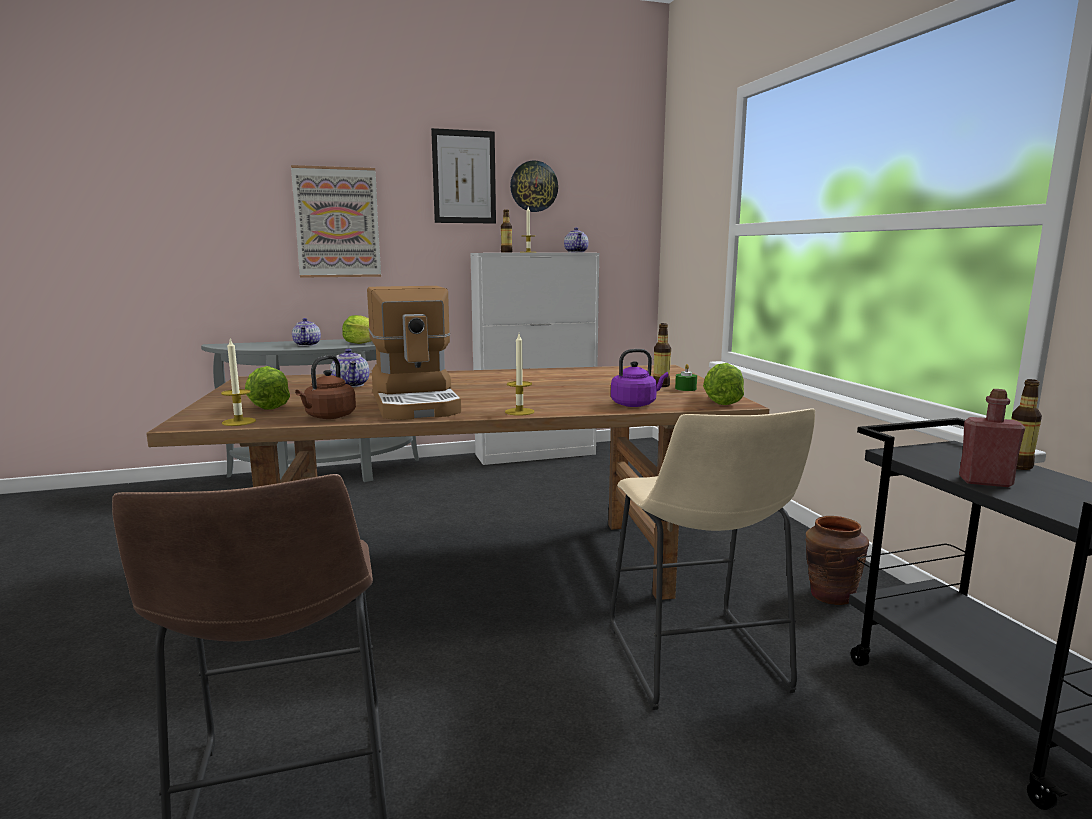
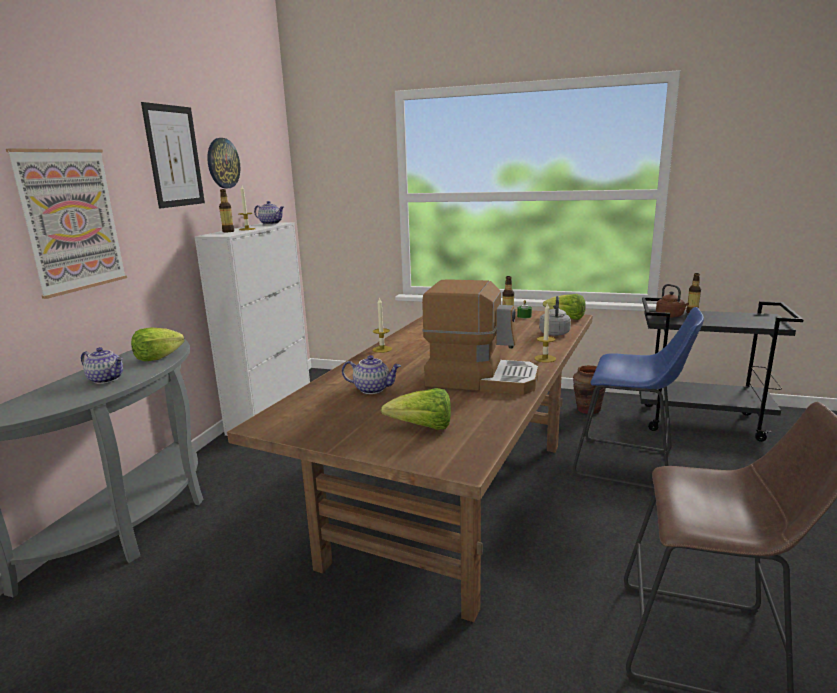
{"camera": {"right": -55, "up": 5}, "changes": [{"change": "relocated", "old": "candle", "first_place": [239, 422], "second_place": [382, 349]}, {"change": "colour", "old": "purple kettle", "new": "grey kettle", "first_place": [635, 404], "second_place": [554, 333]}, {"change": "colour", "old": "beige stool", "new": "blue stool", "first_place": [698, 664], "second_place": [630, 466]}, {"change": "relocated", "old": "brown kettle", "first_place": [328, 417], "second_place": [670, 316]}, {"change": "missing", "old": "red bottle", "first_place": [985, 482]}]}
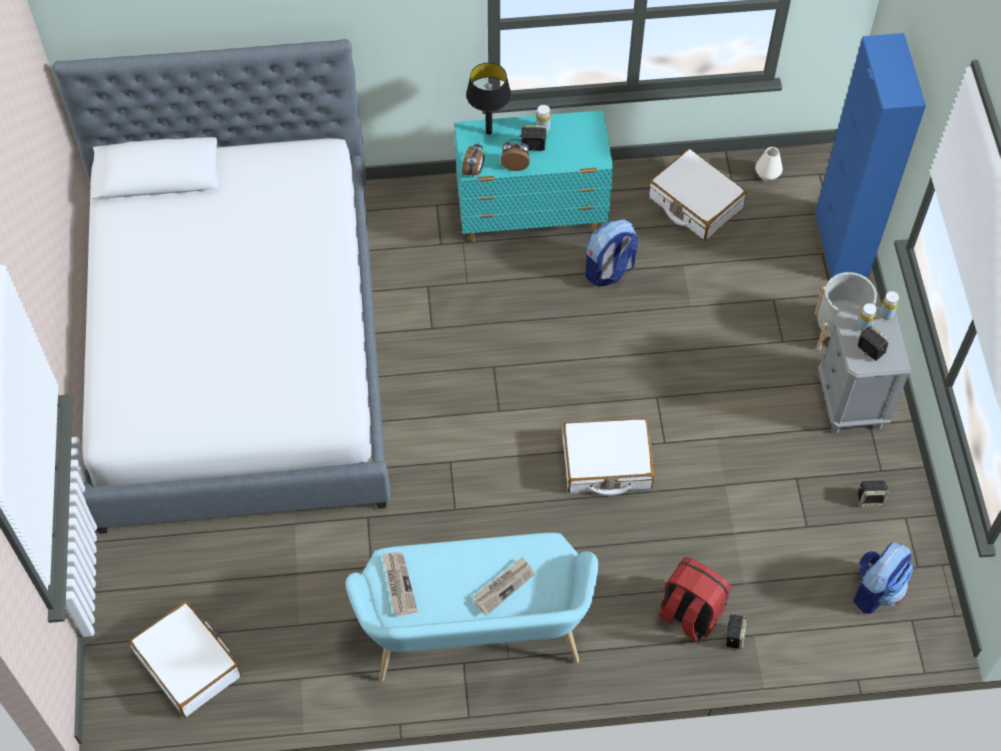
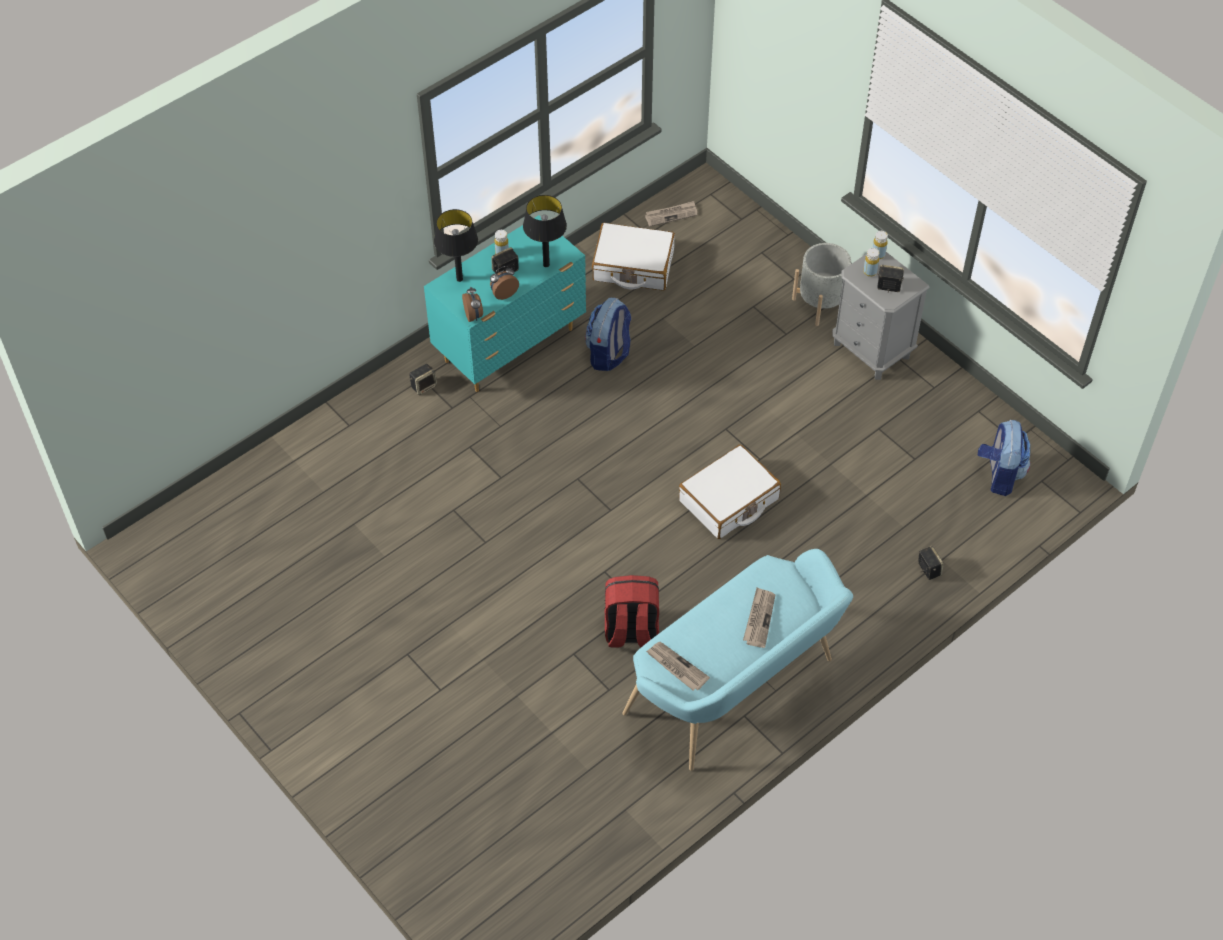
{"camera": {"right": -35, "up": -5}, "changes": [{"change": "relocated", "old": "speaker", "first_place": [870, 499], "second_place": [424, 386]}, {"change": "appeared", "new": "black table lamp", "second_place": [546, 264]}, {"change": "relocated", "old": "red backpack", "first_place": [689, 614], "second_place": [631, 632]}, {"change": "exchanged", "old": "white vase", "new": "newspaper", "first_place": [767, 174], "second_place": [671, 215]}, {"change": "missing", "old": "bed", "first_place": [239, 350]}, {"change": "missing", "old": "white suitcase", "first_place": [189, 664]}, {"change": "missing", "old": "blue cabinet", "first_place": [841, 244]}]}
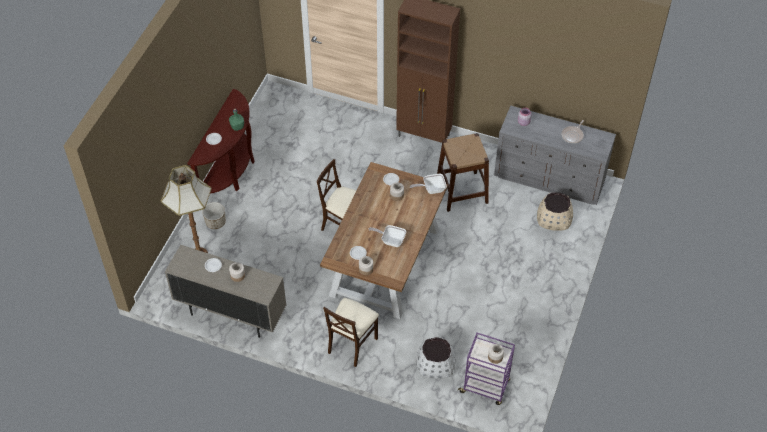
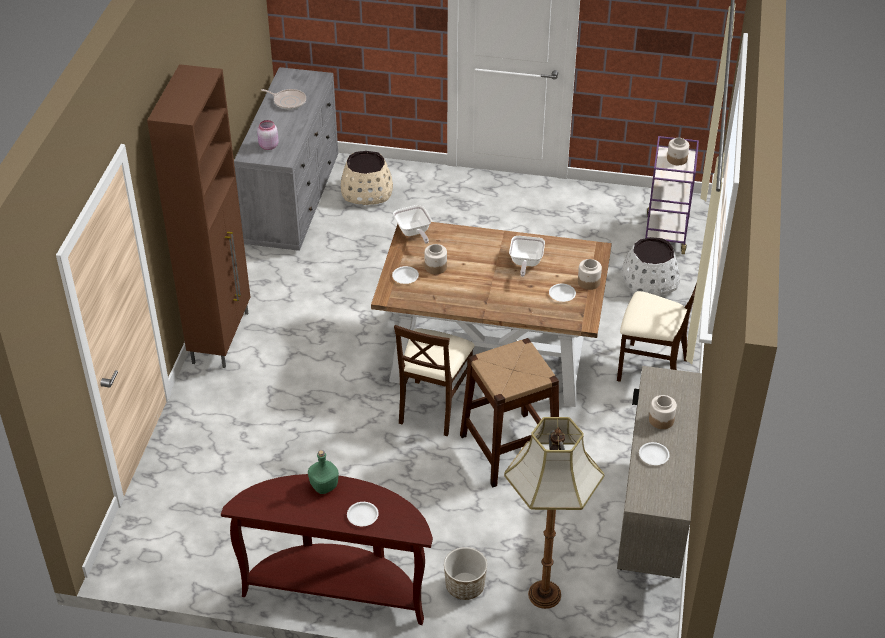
{"camera": {"right": -100, "up": -10}, "changes": [{"change": "relocated", "old": "brown stool", "first_place": [462, 191], "second_place": [509, 449]}]}
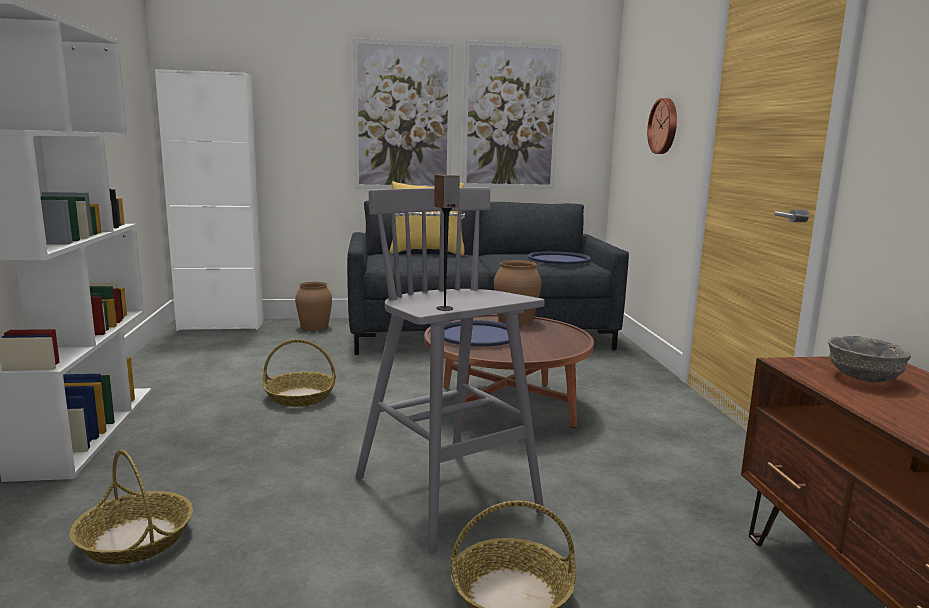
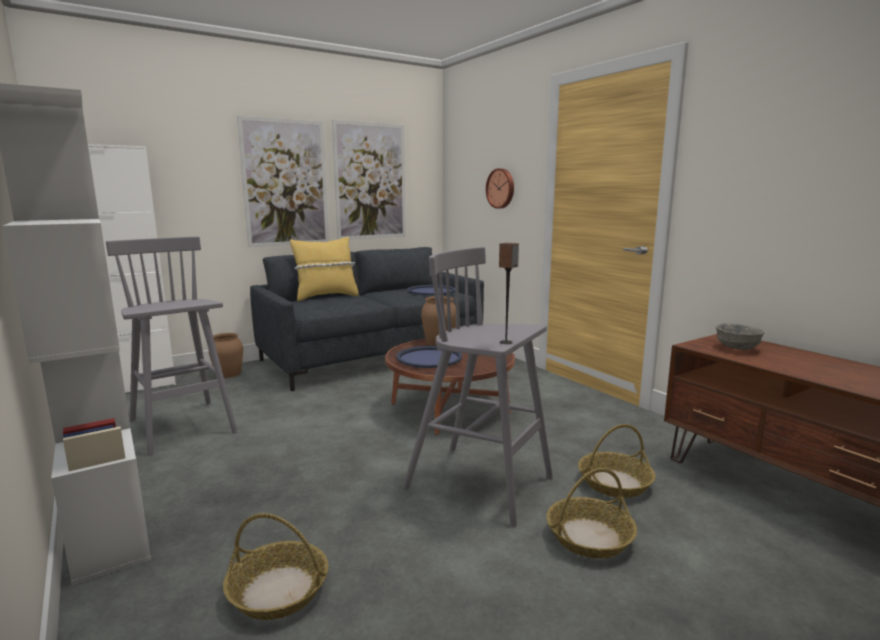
{"camera": {"right": -25, "up": 0}, "changes": [{"change": "appeared", "new": "grey stool", "second_place": [183, 427]}, {"change": "relocated", "old": "basket", "first_place": [300, 397], "second_place": [614, 482]}]}
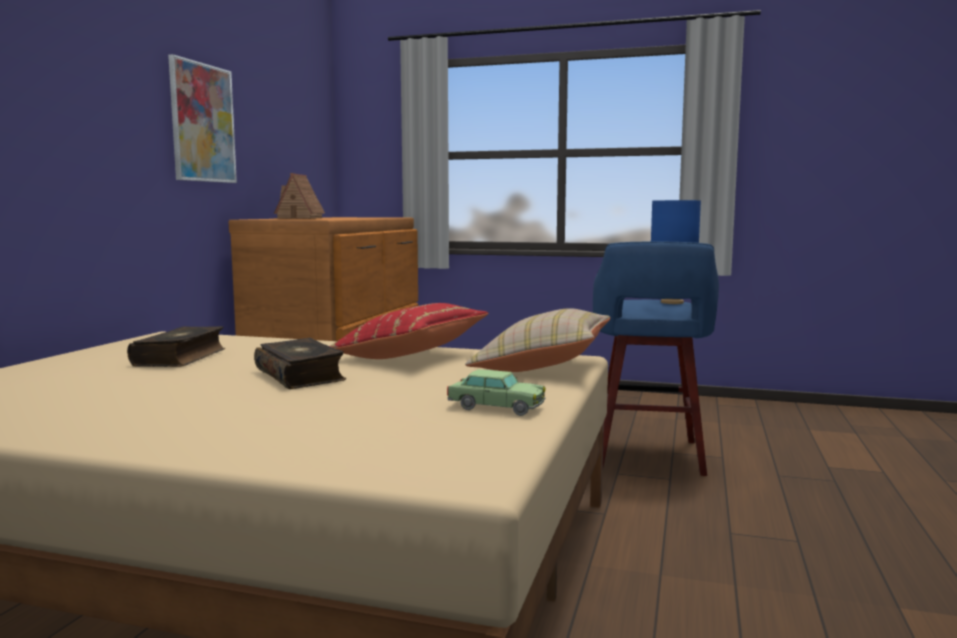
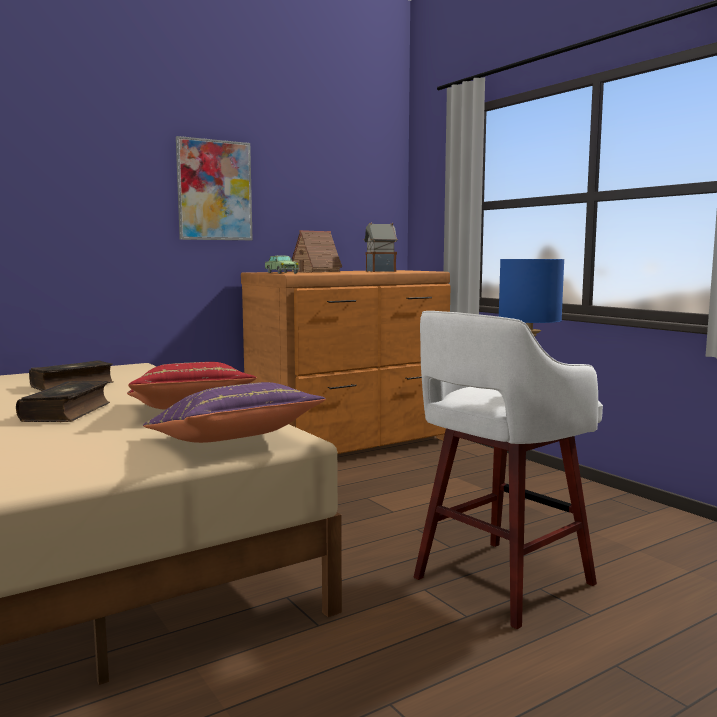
{"camera": {"right": 40, "up": 0}, "changes": [{"change": "colour", "old": "beige pillow", "new": "purple pillow", "first_place": [541, 367], "second_place": [233, 441]}, {"change": "relocated", "old": "toy car", "first_place": [496, 407], "second_place": [281, 273]}, {"change": "appeared", "new": "toy house", "second_place": [379, 271]}, {"change": "colour", "old": "blue stool", "new": "white stool", "first_place": [647, 456], "second_place": [499, 582]}]}
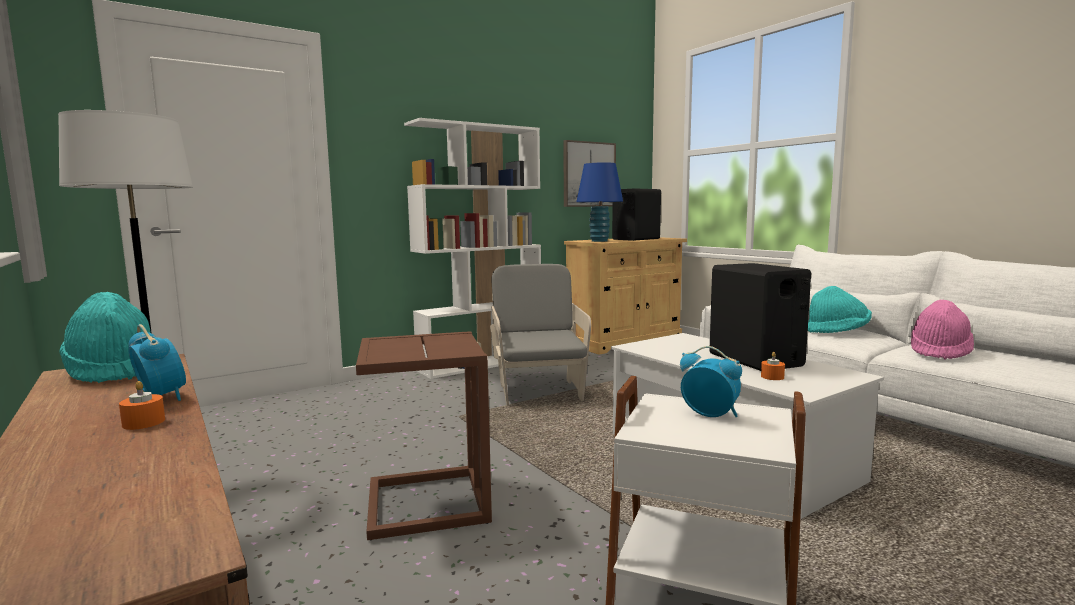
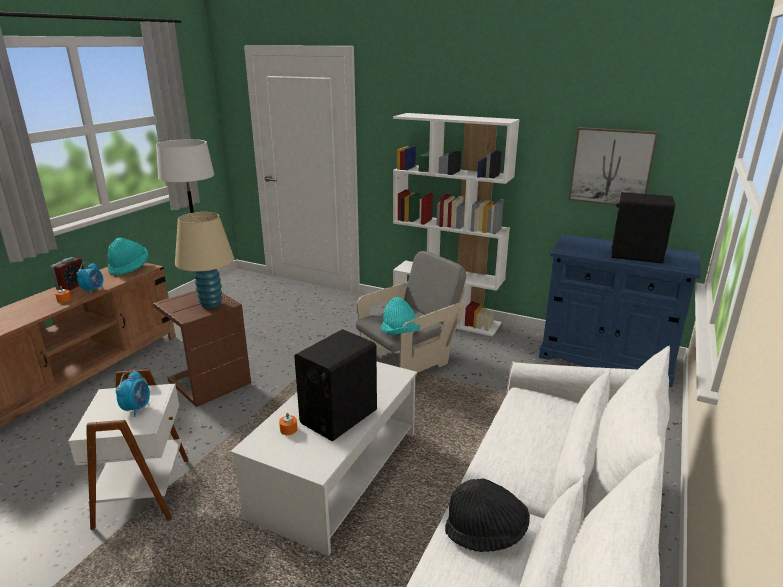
{"camera": {"right": 60, "up": 15}, "changes": [{"change": "appeared", "new": "alarm clock", "second_place": [72, 286]}, {"change": "appeared", "new": "beige table lamp", "second_place": [211, 304]}, {"change": "relocated", "old": "turquoise hat", "first_place": [837, 332], "second_place": [399, 333]}, {"change": "colour", "old": "pink hat", "new": "black hat", "first_place": [939, 352], "second_place": [486, 533]}, {"change": "colour", "old": "beige cabinet", "new": "blue cabinet", "first_place": [624, 341], "second_place": [606, 358]}, {"change": "missing", "old": "blue table lamp", "first_place": [599, 241]}]}
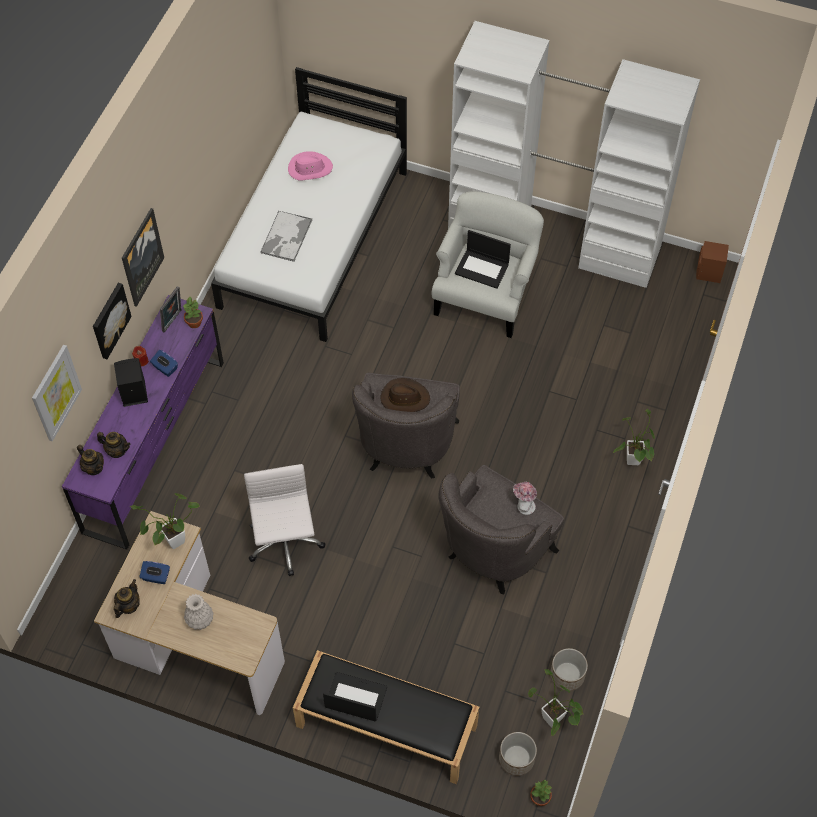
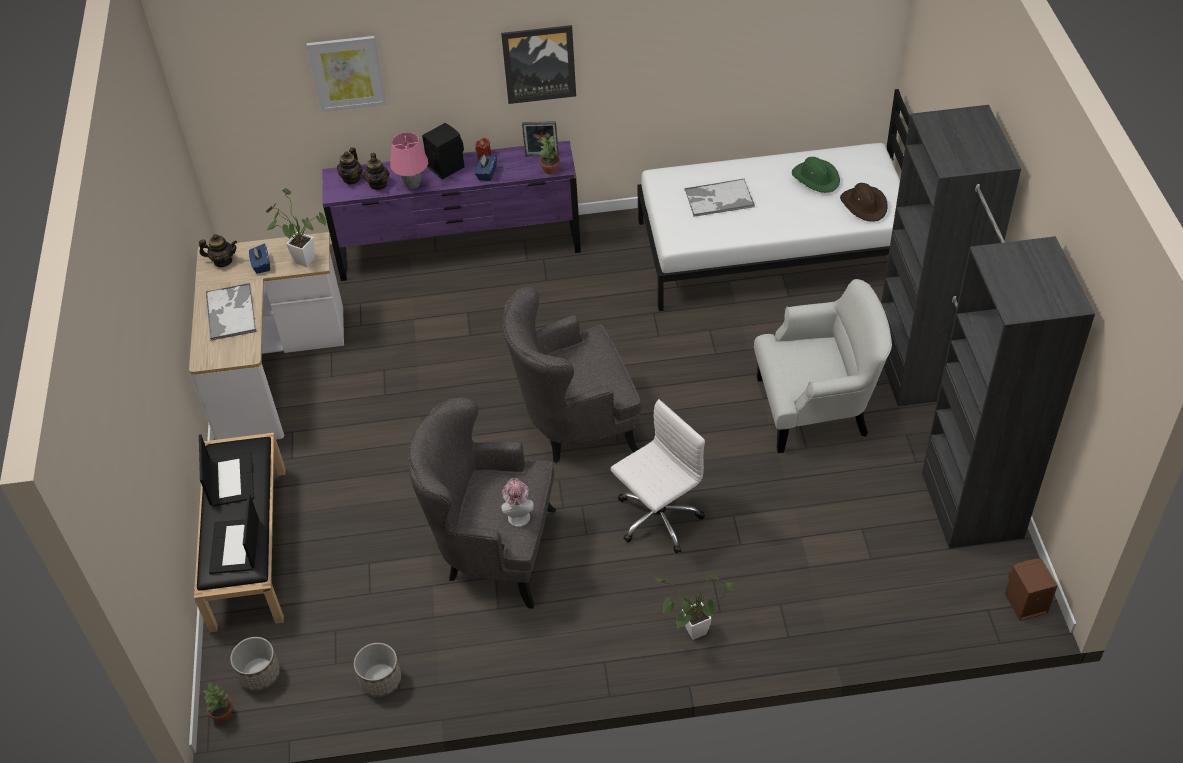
{"camera": {"right": 65, "up": -10}, "changes": [{"change": "exchanged", "old": "white vase", "new": "tray", "first_place": [199, 620], "second_place": [231, 312]}, {"change": "relocated", "old": "laptop", "first_place": [482, 269], "second_place": [235, 547]}, {"change": "appeared", "new": "pink table lamp", "second_place": [412, 185]}, {"change": "relocated", "old": "white office chair", "first_place": [285, 545], "second_place": [657, 519]}, {"change": "colour", "old": "pink hat", "new": "green hat", "first_place": [310, 168], "second_place": [816, 178]}, {"change": "relocated", "old": "brown hat", "first_place": [404, 398], "second_place": [864, 205]}, {"change": "colour", "old": "white wardrobe", "new": "black wardrobe", "first_place": [555, 238], "second_place": [945, 435]}, {"change": "missing", "old": "picture", "first_place": [109, 320]}, {"change": "missing", "old": "potted plant", "first_place": [554, 722]}]}
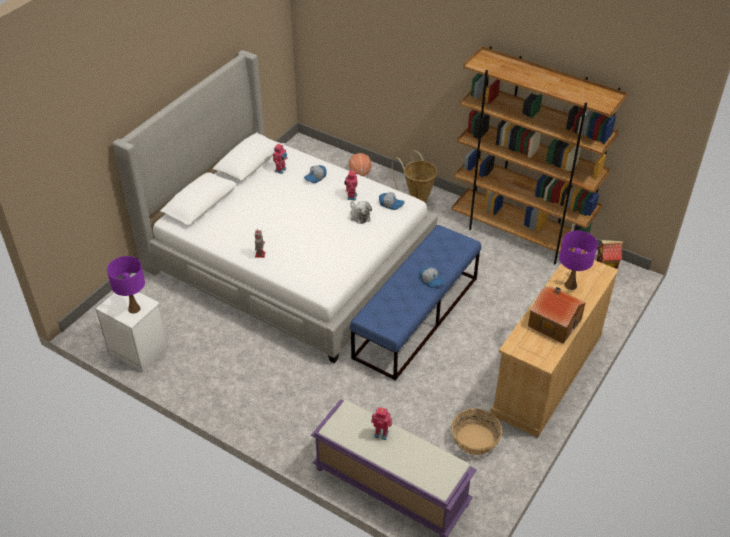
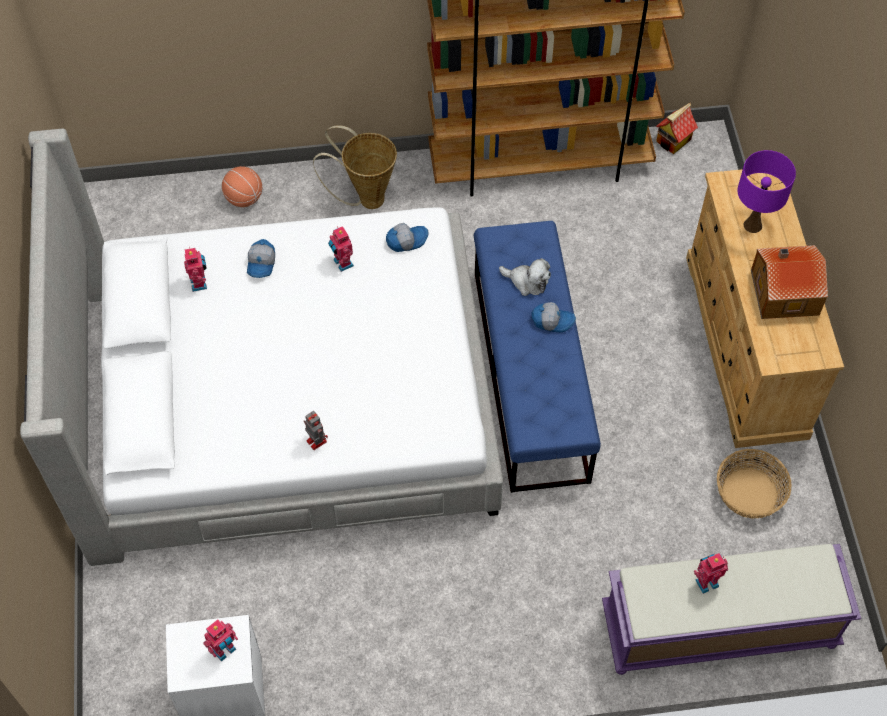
{"camera": {"right": -40, "up": 15}, "changes": [{"change": "exchanged", "old": "purple table lamp", "new": "toy robot", "first_place": [134, 308], "second_place": [224, 650]}, {"change": "relocated", "old": "plush toy", "first_place": [359, 215], "second_place": [527, 282]}]}
